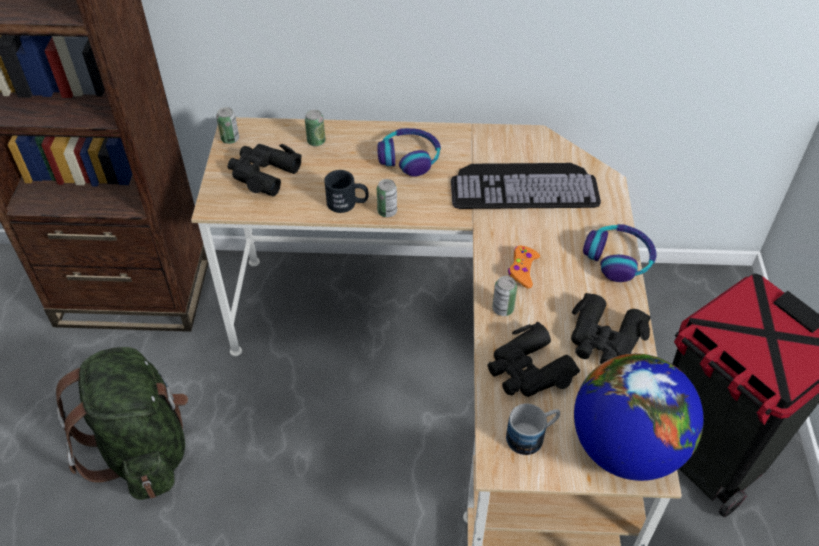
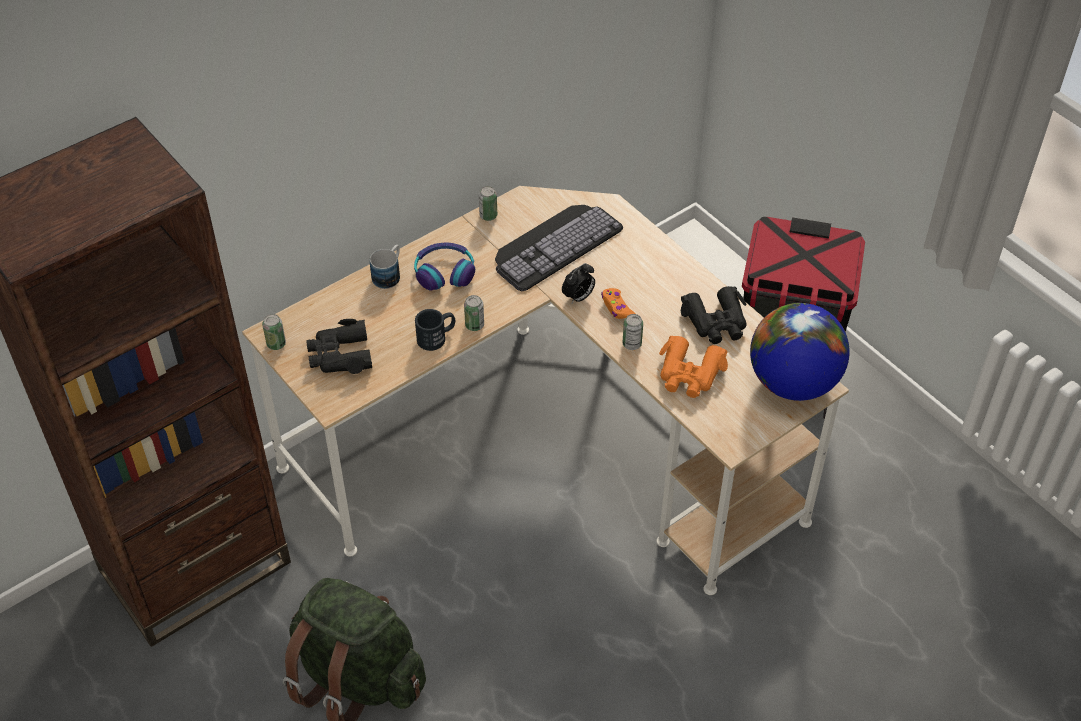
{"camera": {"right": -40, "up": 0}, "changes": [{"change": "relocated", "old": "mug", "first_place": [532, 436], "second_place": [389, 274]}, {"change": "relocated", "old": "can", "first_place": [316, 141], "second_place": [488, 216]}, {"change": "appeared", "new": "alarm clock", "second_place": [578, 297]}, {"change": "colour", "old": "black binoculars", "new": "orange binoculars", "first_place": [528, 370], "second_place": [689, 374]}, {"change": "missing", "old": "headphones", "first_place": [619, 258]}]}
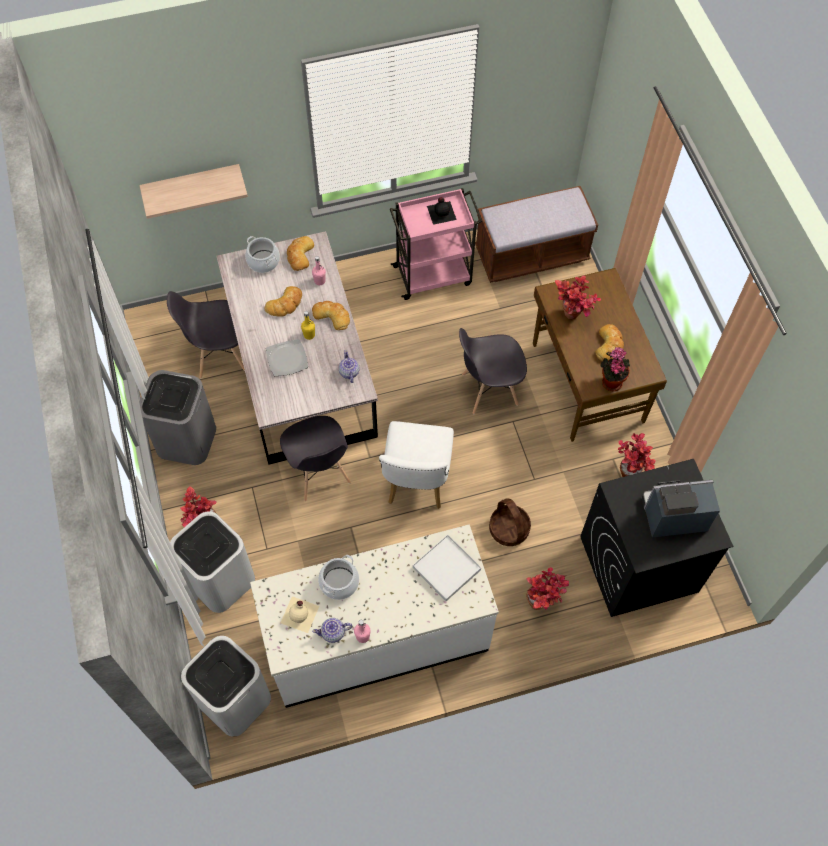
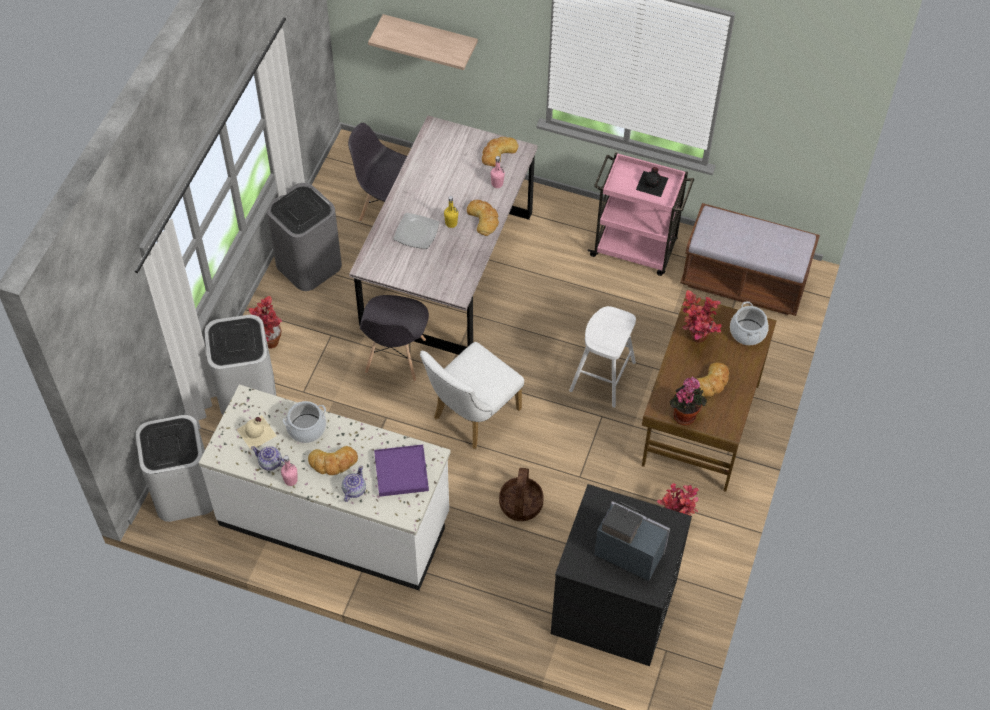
{"camera": {"right": 35, "up": -5}, "changes": [{"change": "relocated", "old": "bread", "first_place": [285, 304], "second_place": [333, 462]}, {"change": "relocated", "old": "teapot", "first_place": [349, 372], "second_place": [354, 490]}, {"change": "colour", "old": "white tray", "new": "purple tray", "first_place": [446, 568], "second_place": [401, 472]}, {"change": "exchanged", "old": "grey chair", "new": "white stool", "first_place": [488, 390], "second_place": [602, 376]}, {"change": "relocated", "old": "cooking pot", "first_place": [263, 261], "second_place": [747, 332]}, {"change": "missing", "old": "potted plant", "first_place": [542, 602]}]}
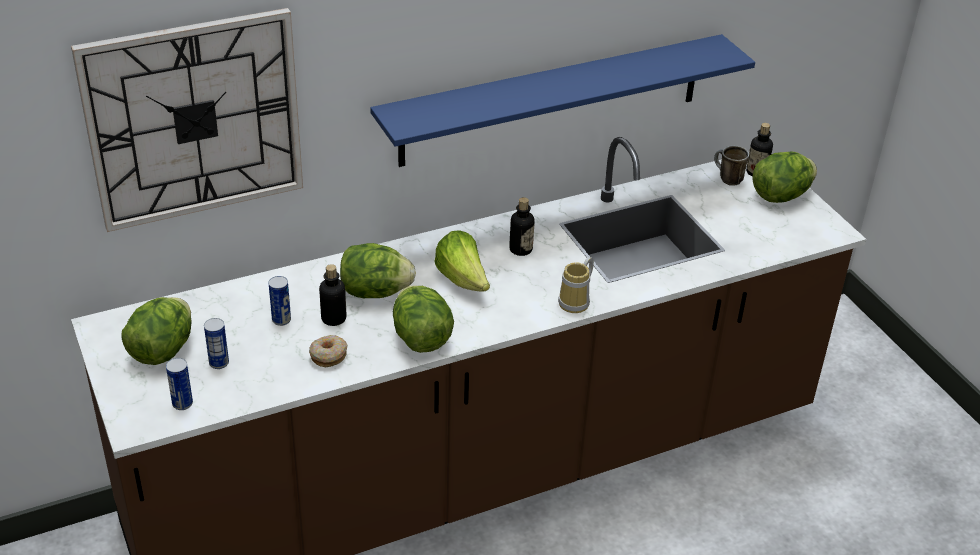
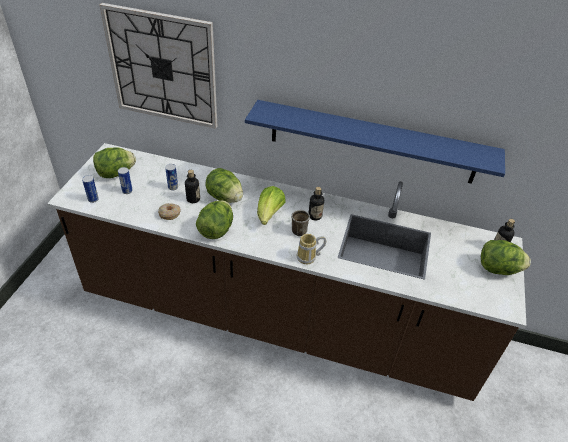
{"camera": {"right": 40, "up": 5}, "changes": [{"change": "relocated", "old": "mug", "first_place": [726, 179], "second_place": [298, 230]}]}
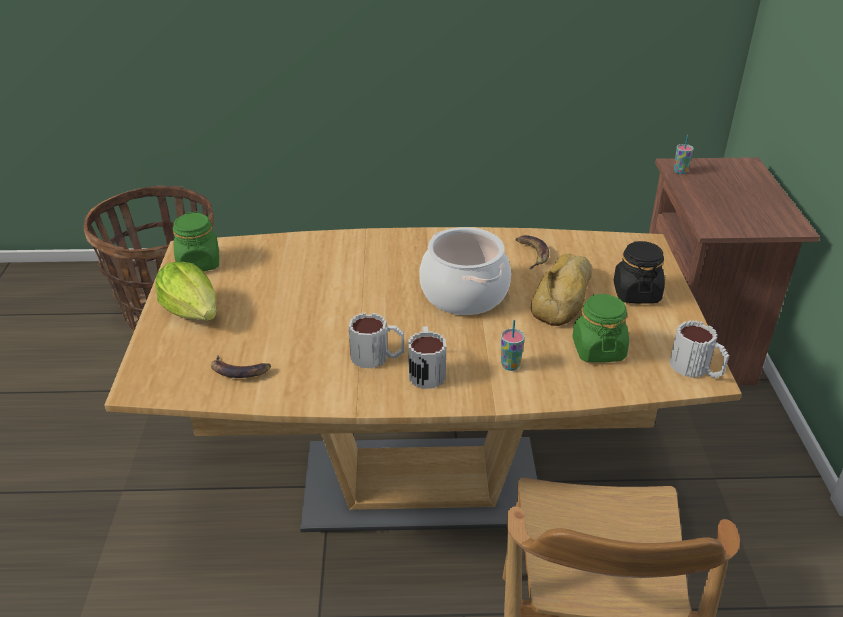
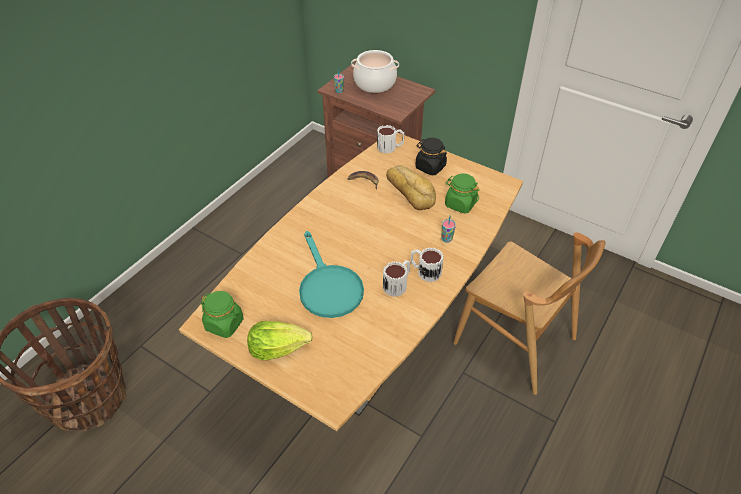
{"camera": {"right": -55, "up": 10}, "changes": [{"change": "appeared", "new": "turquoise frying pan", "second_place": [328, 287]}, {"change": "relocated", "old": "cooking pot", "first_place": [465, 294], "second_place": [375, 83]}, {"change": "relocated", "old": "mug", "first_place": [696, 369], "second_place": [390, 147]}, {"change": "missing", "old": "banana", "first_place": [239, 370]}]}
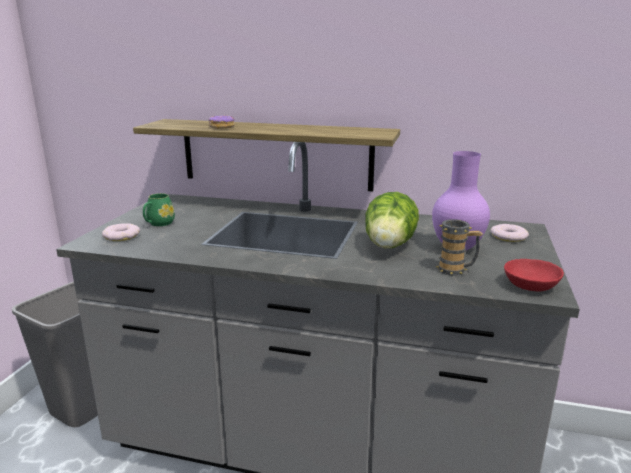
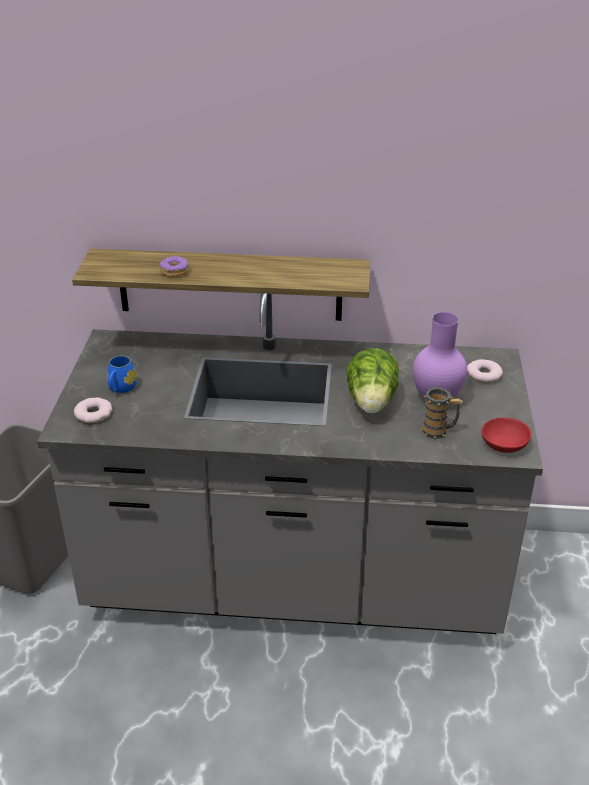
{"camera": {"right": -10, "up": 15}, "changes": [{"change": "colour", "old": "green mug", "new": "blue mug", "first_place": [158, 224], "second_place": [121, 388]}]}
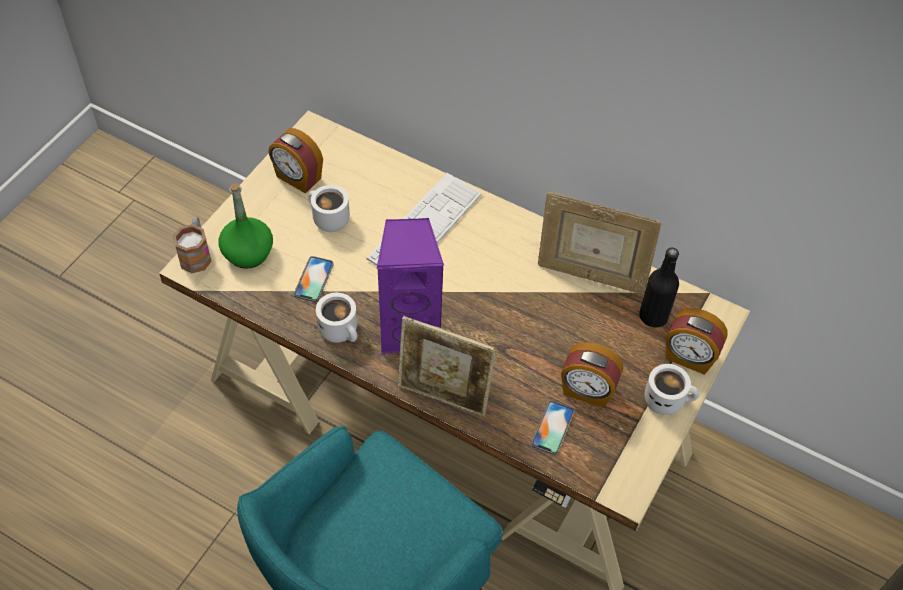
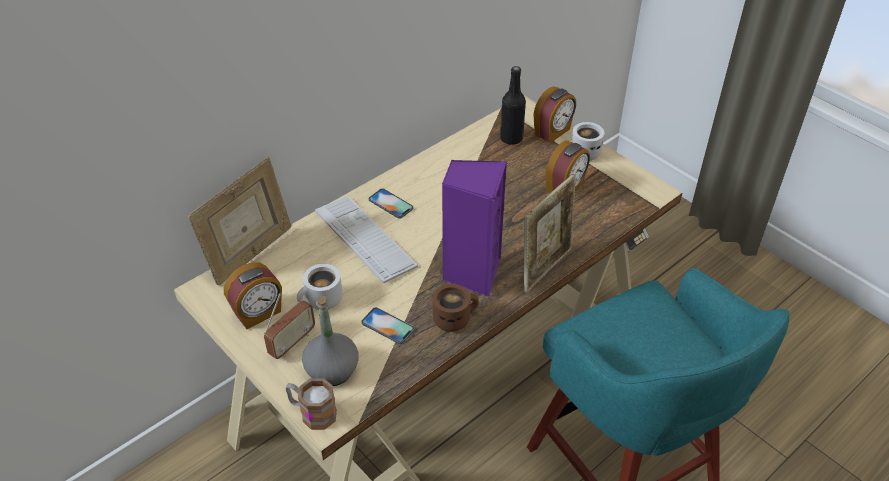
{"camera": {"right": -70, "up": -10}, "changes": [{"change": "relocated", "old": "picture frame", "first_place": [590, 275], "second_place": [250, 254]}, {"change": "appeared", "new": "radio", "second_place": [292, 343]}, {"change": "colour", "old": "green bottle", "new": "grey bottle", "first_place": [248, 253], "second_place": [332, 370]}, {"change": "relocated", "old": "phone", "first_place": [552, 428], "second_place": [391, 204]}, {"change": "colour", "old": "white mug", "new": "brown mug", "first_place": [341, 330], "second_place": [454, 318]}]}
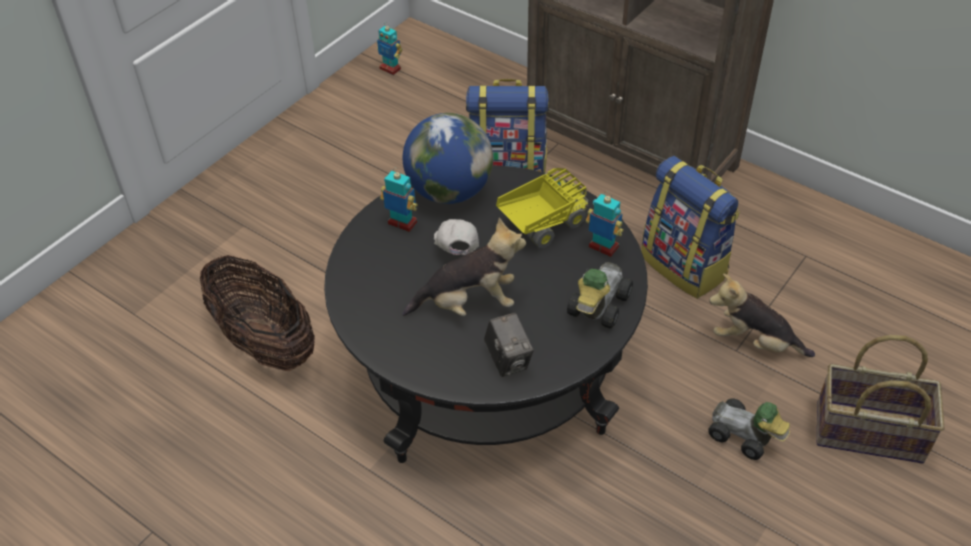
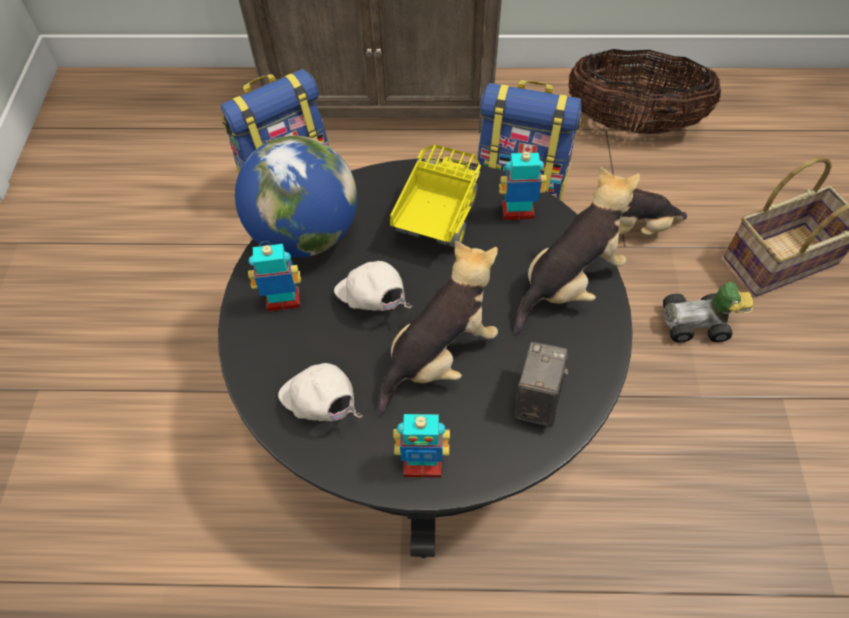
{"camera": {"right": -35, "up": 10}, "changes": [{"change": "appeared", "new": "white cap", "second_place": [321, 404]}, {"change": "relocated", "old": "toy robot", "first_place": [390, 68], "second_place": [422, 464]}, {"change": "exchanged", "old": "toy car", "new": "plush toy", "first_place": [596, 307], "second_place": [568, 282]}, {"change": "spun", "old": "photo camera", "first_place": [508, 360], "second_place": [537, 398], "degrees": -105}, {"change": "relocated", "old": "basket", "first_place": [264, 342], "second_place": [632, 124]}]}
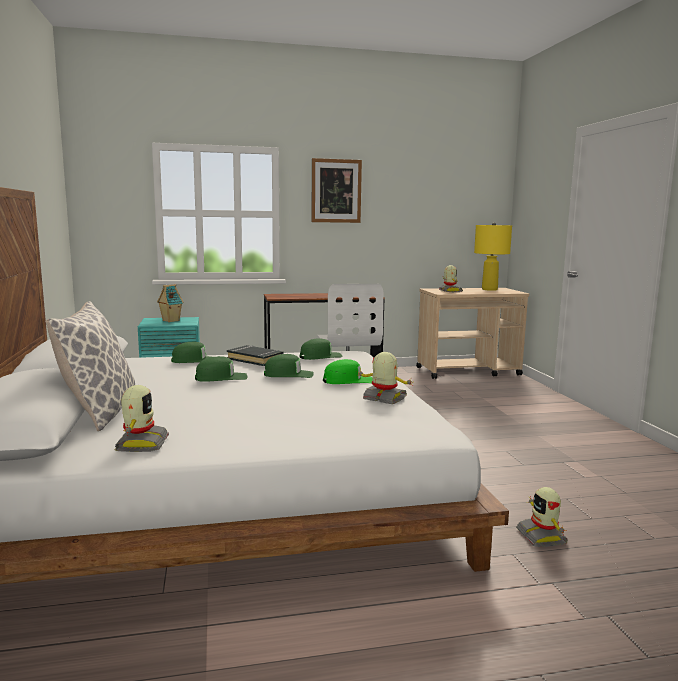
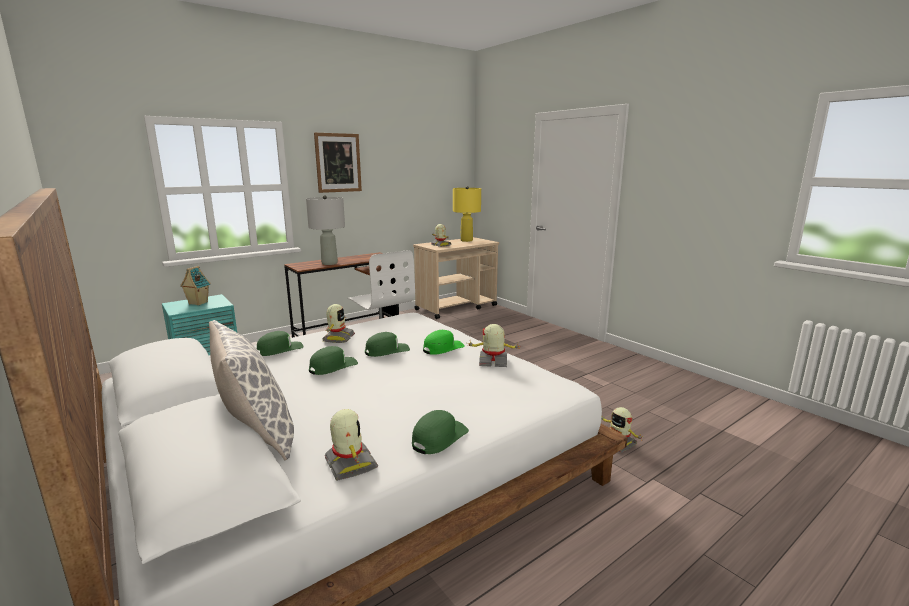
{"camera": {"right": -25, "up": 5}, "changes": [{"change": "appeared", "new": "grey table lamp", "second_place": [329, 263]}, {"change": "exchanged", "old": "black book", "new": "toy robot", "first_place": [255, 359], "second_place": [338, 338]}, {"change": "relocated", "old": "green cap", "first_place": [320, 356], "second_place": [439, 437]}]}
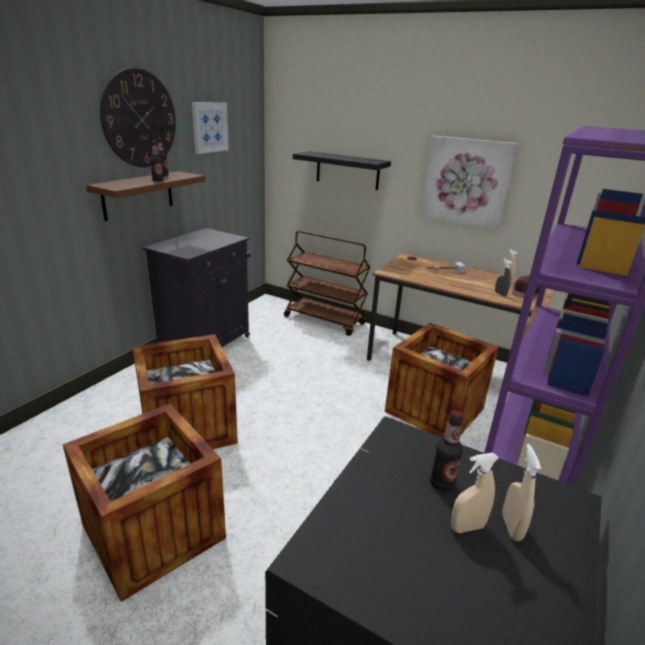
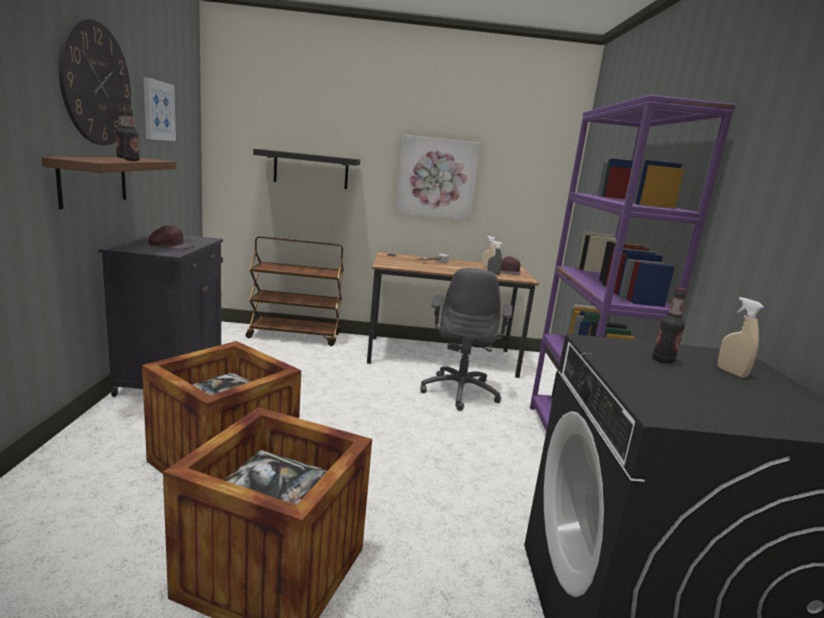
{"camera": {"right": -30, "up": -10}, "changes": [{"change": "appeared", "new": "brown cap", "second_place": [170, 245]}, {"change": "exchanged", "old": "crate", "new": "grey office chair", "first_place": [434, 410], "second_place": [460, 392]}, {"change": "missing", "old": "beige spray bottle", "first_place": [467, 527]}]}
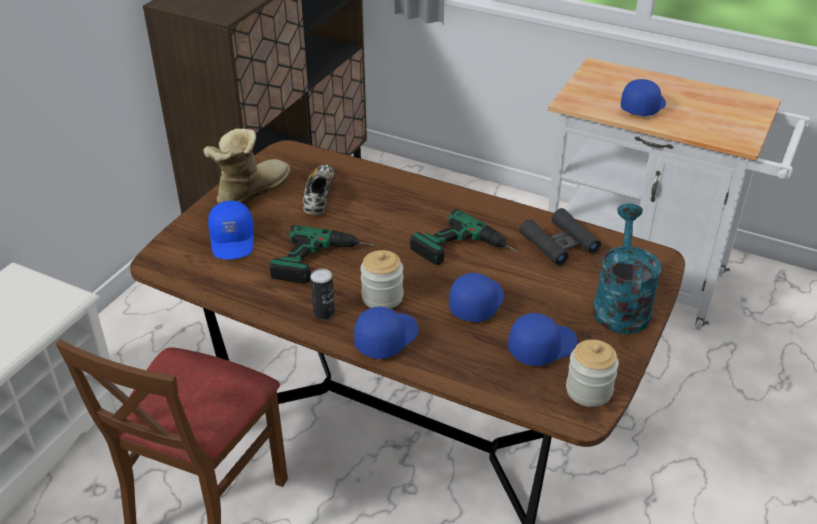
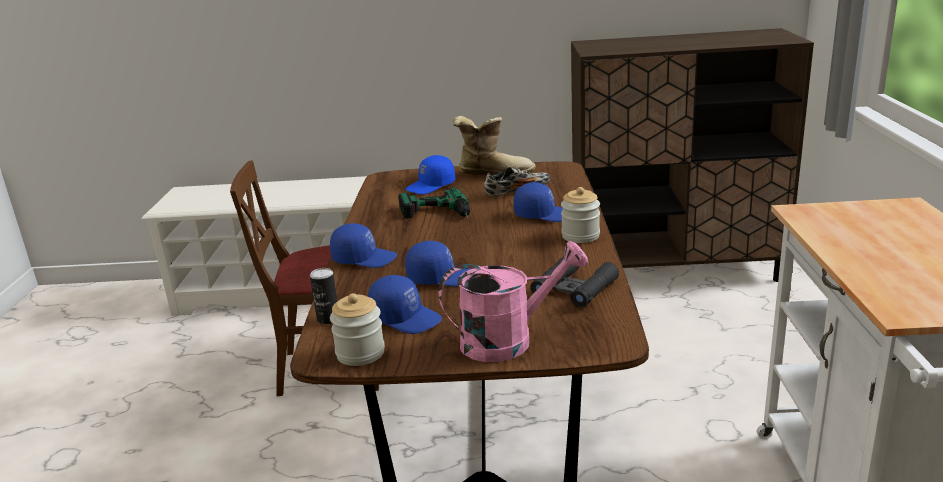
{"camera": {"right": 65, "up": -15}, "changes": [{"change": "relocated", "old": "can", "first_place": [324, 312], "second_place": [328, 319]}, {"change": "colour", "old": "turquoise watering can", "new": "pink watering can", "first_place": [620, 304], "second_place": [509, 340]}, {"change": "relocated", "old": "blue cap", "first_place": [642, 106], "second_place": [543, 214]}, {"change": "relocated", "old": "jar", "first_place": [382, 297], "second_place": [580, 236]}, {"change": "missing", "old": "power drill", "first_place": [466, 251]}]}
